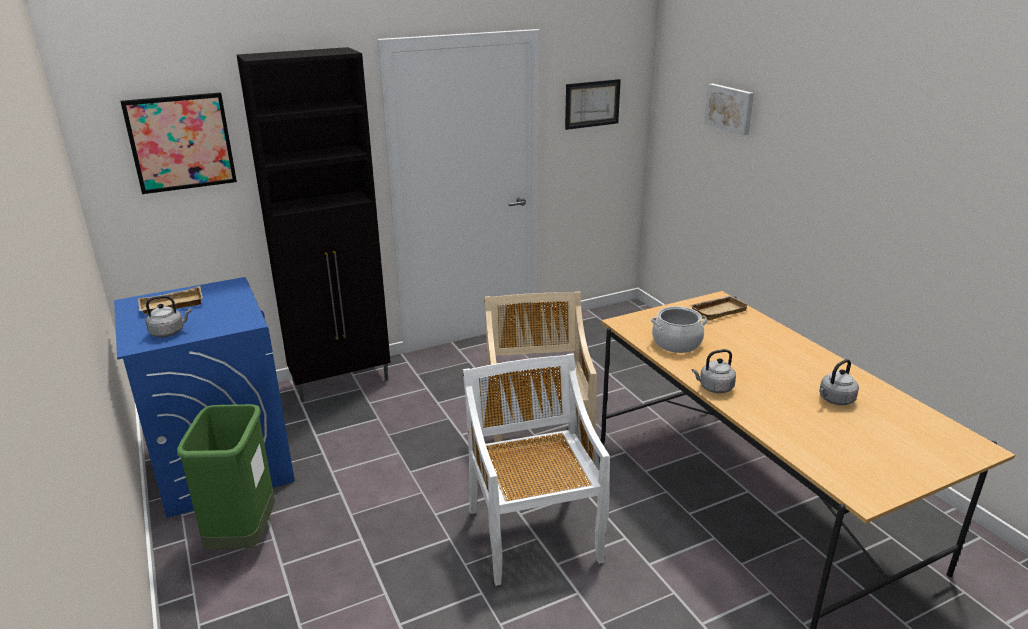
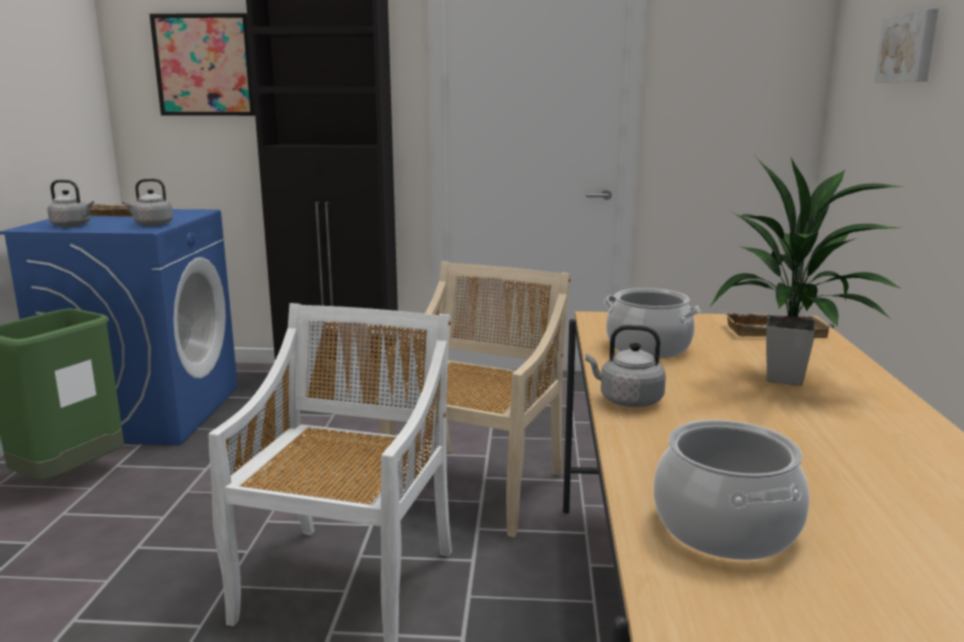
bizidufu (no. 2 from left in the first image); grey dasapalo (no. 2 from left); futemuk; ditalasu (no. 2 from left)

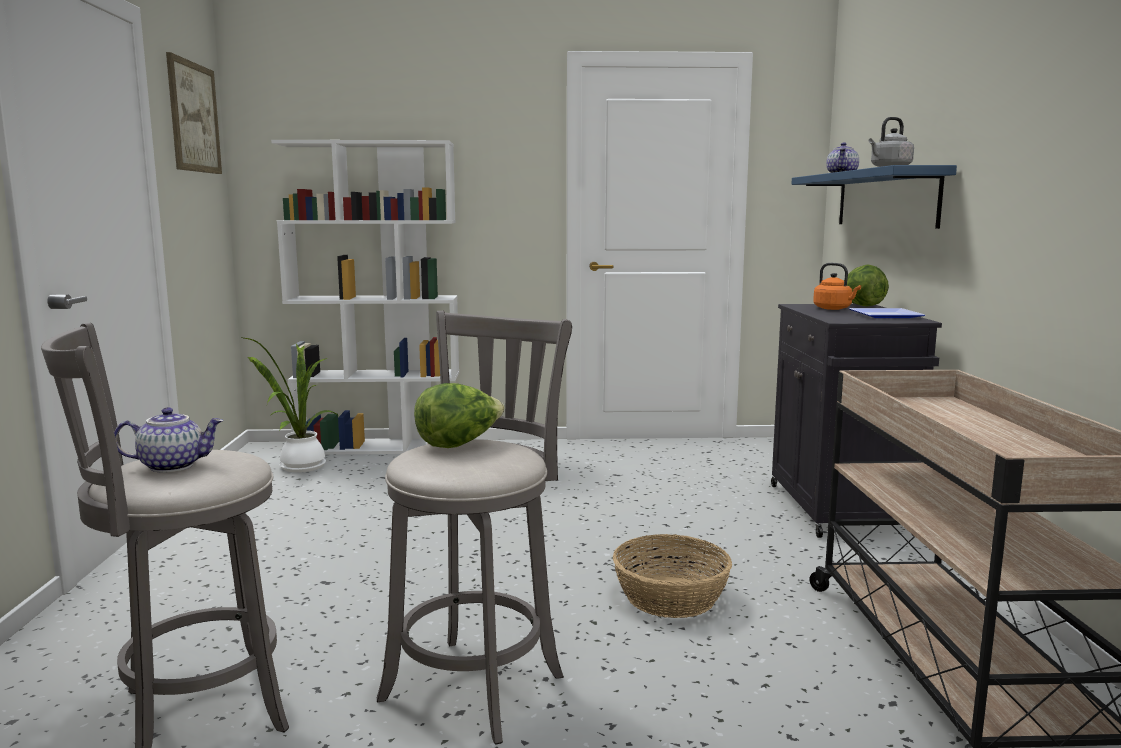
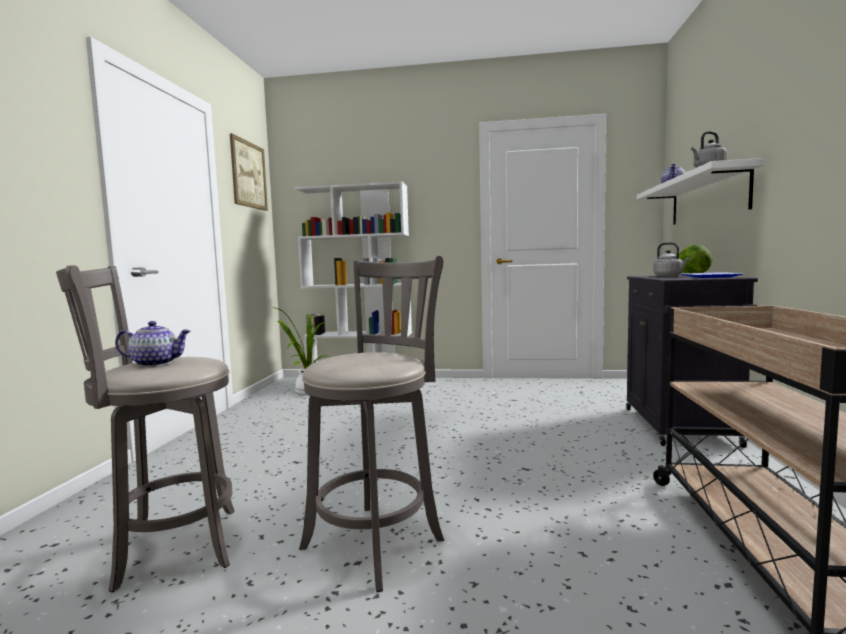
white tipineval; grey dasapalo (no. 1 from left); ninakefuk (no. 1 from left in the first image); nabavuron

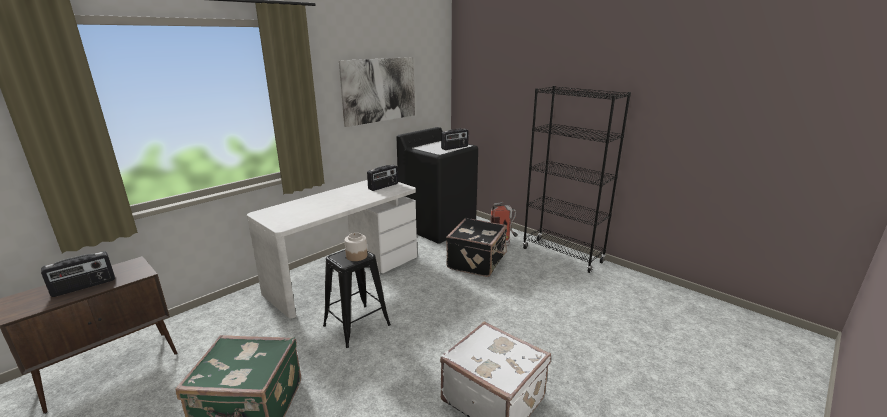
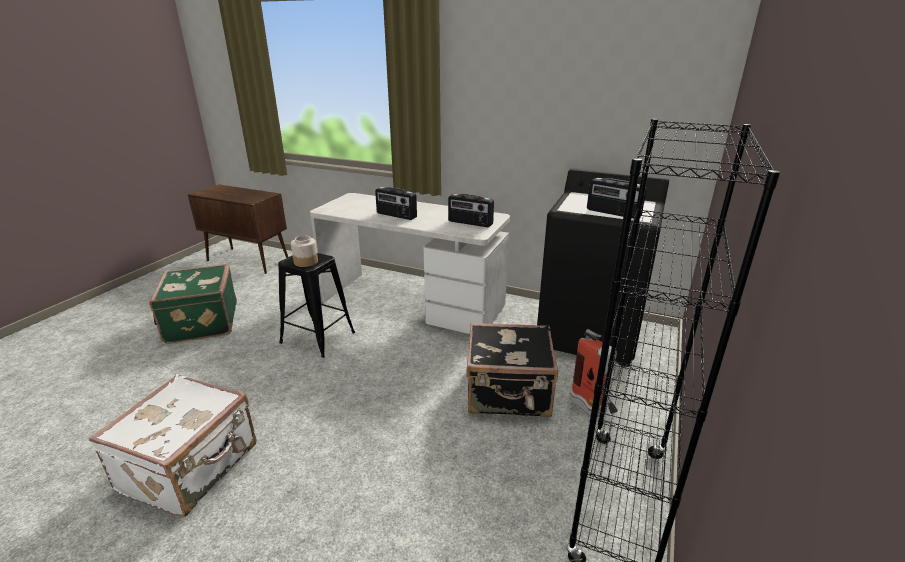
bizidufu; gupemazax (no. 1 from left)

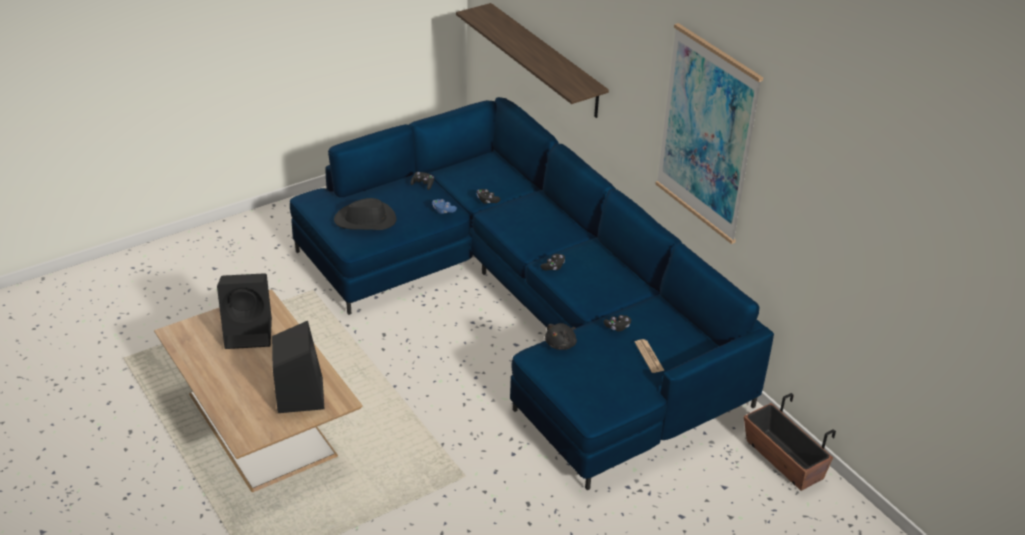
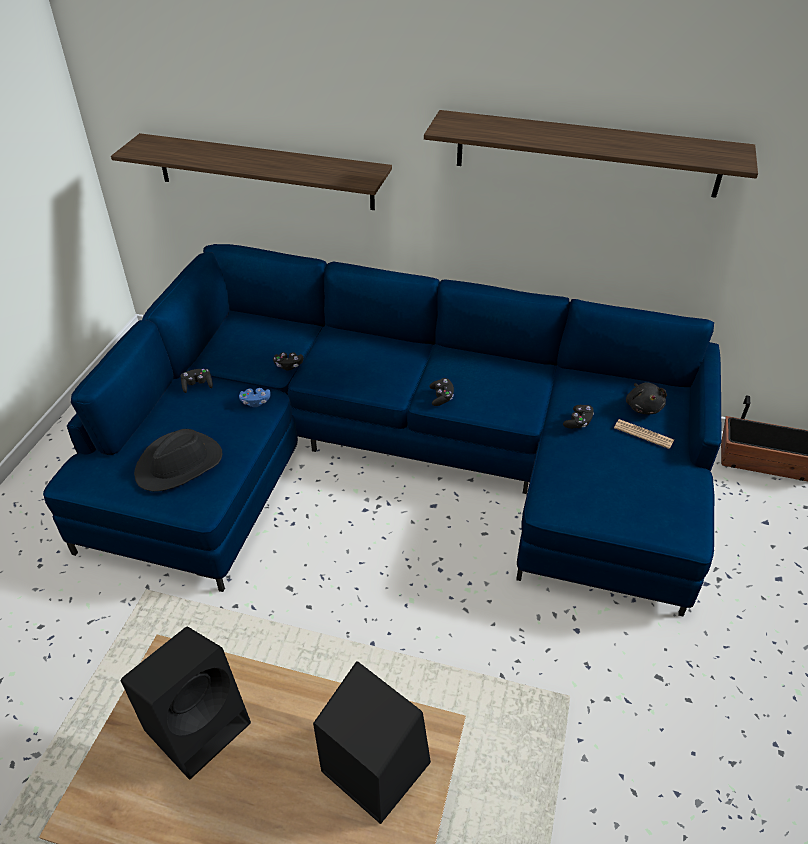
tipineval (no. 2 from left); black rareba

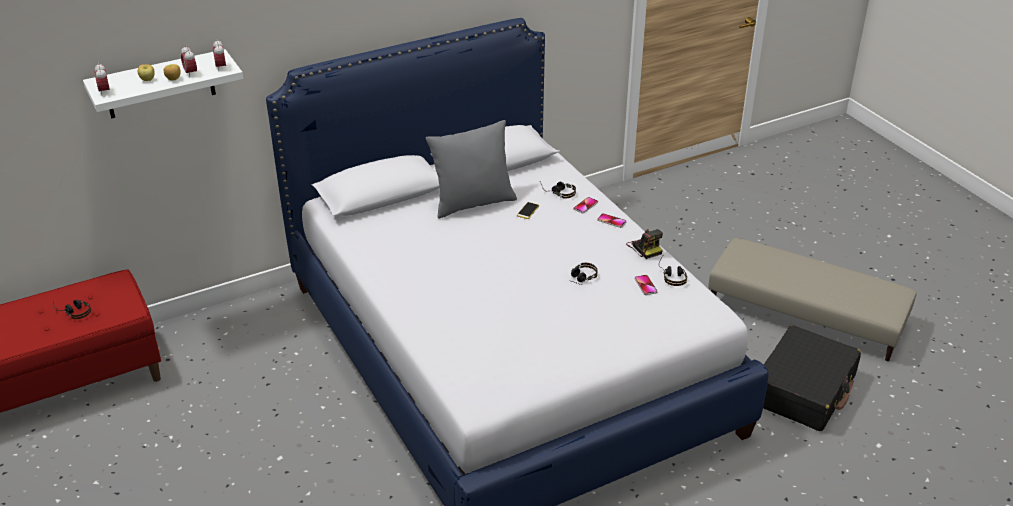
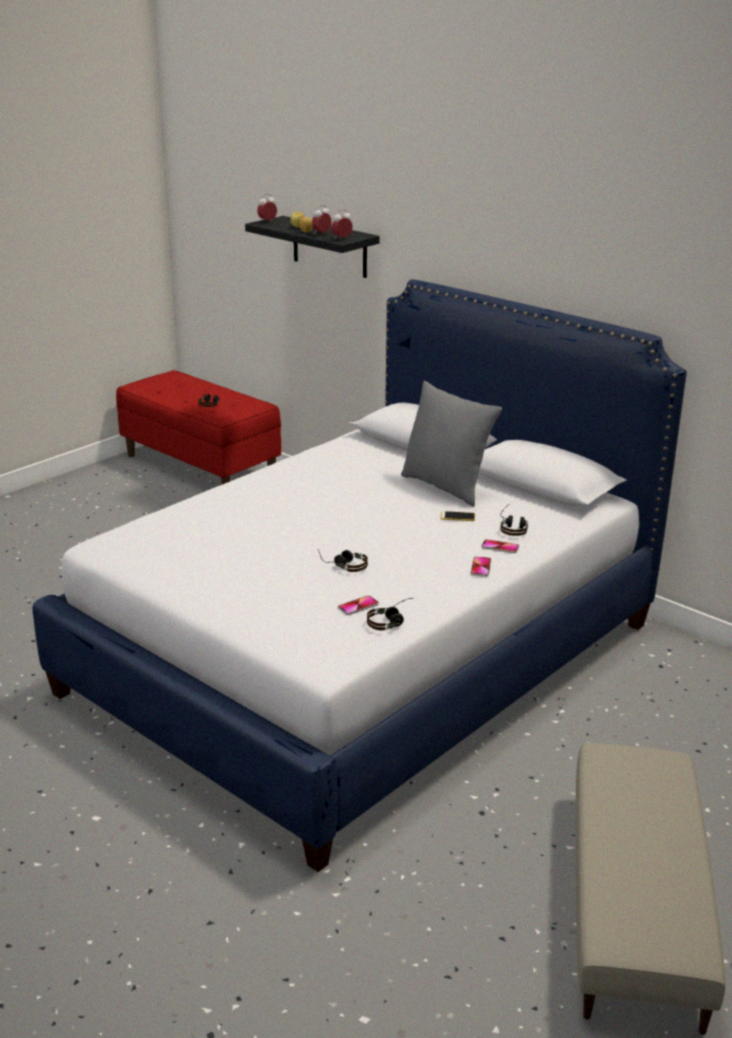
black tipineval; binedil; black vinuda

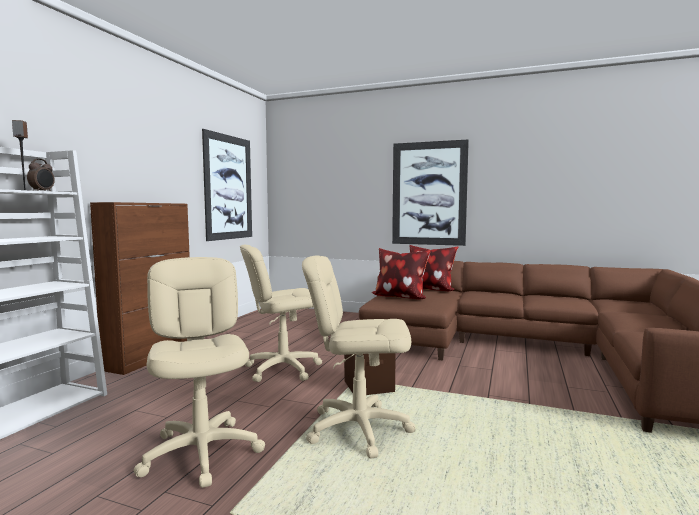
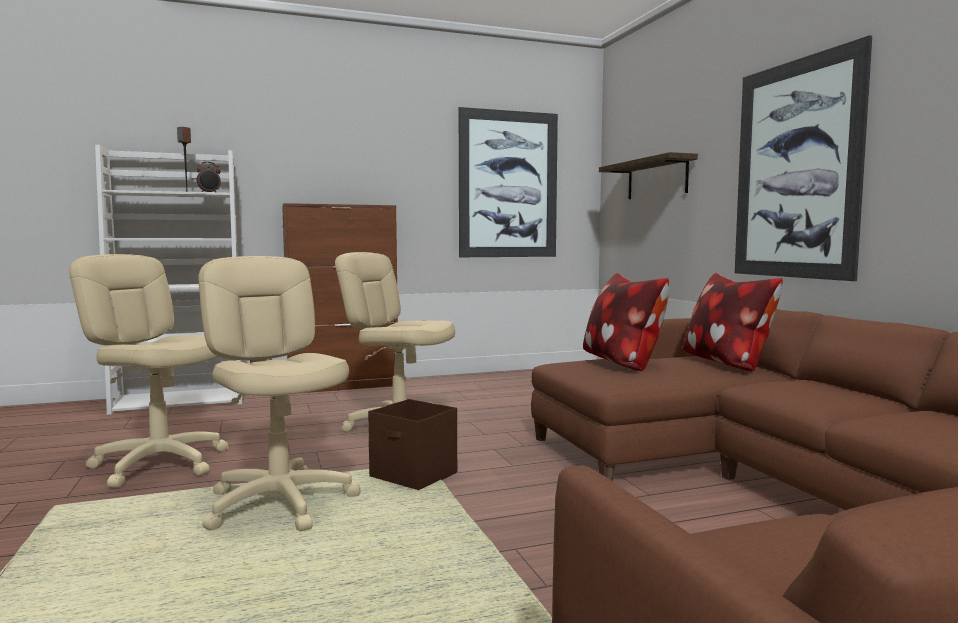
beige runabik (no. 1 from left); tipineval

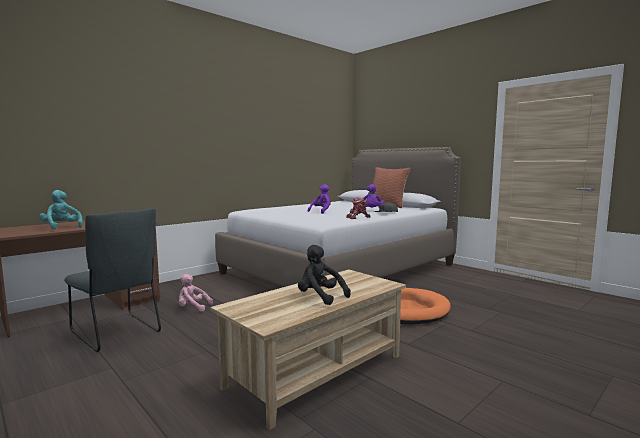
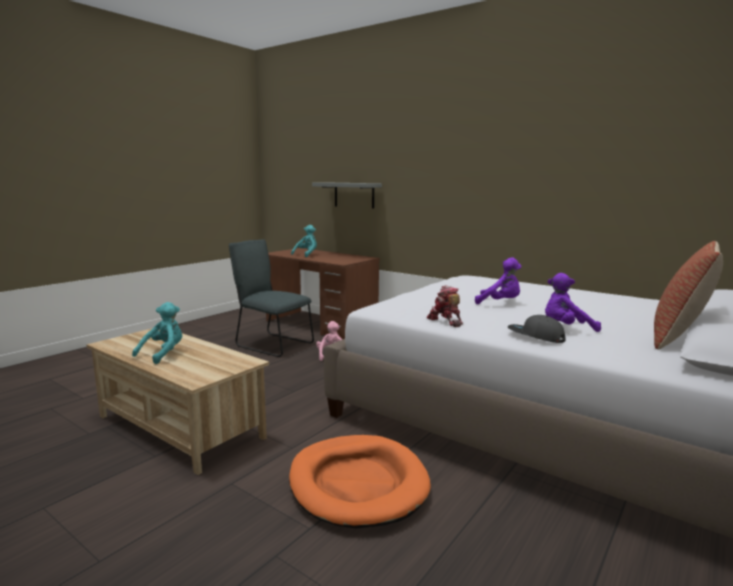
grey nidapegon; turquoise rareba (no. 1 from left); grey tipineval

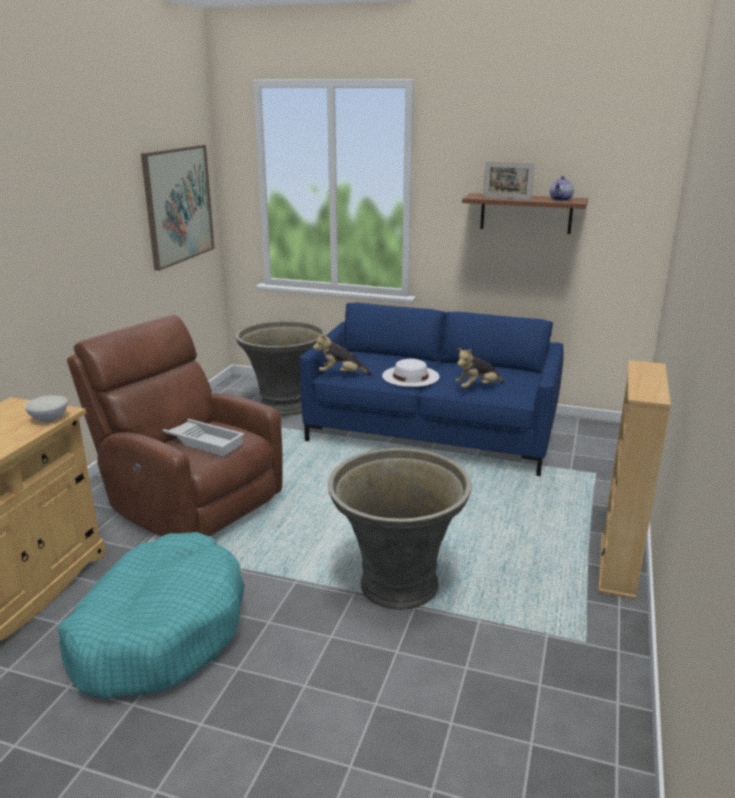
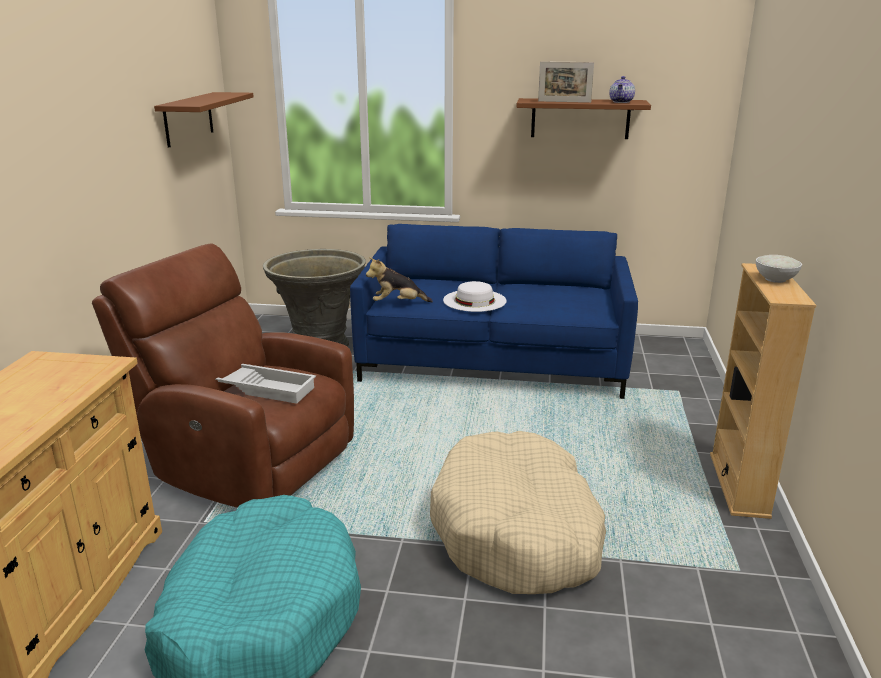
brown tipineval (no. 1 from left); rareba (no. 2 from left in the first image); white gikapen; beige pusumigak

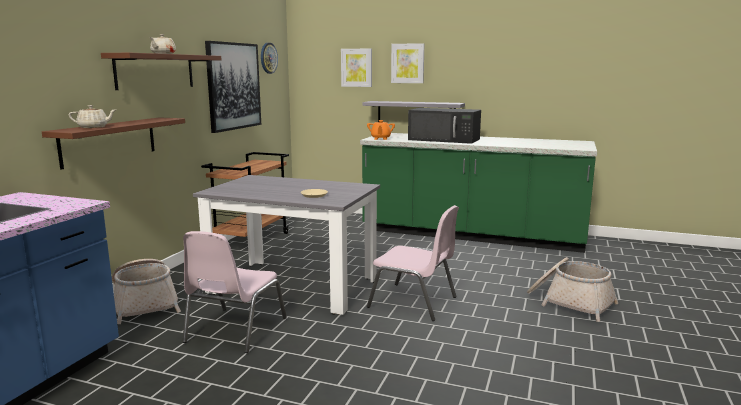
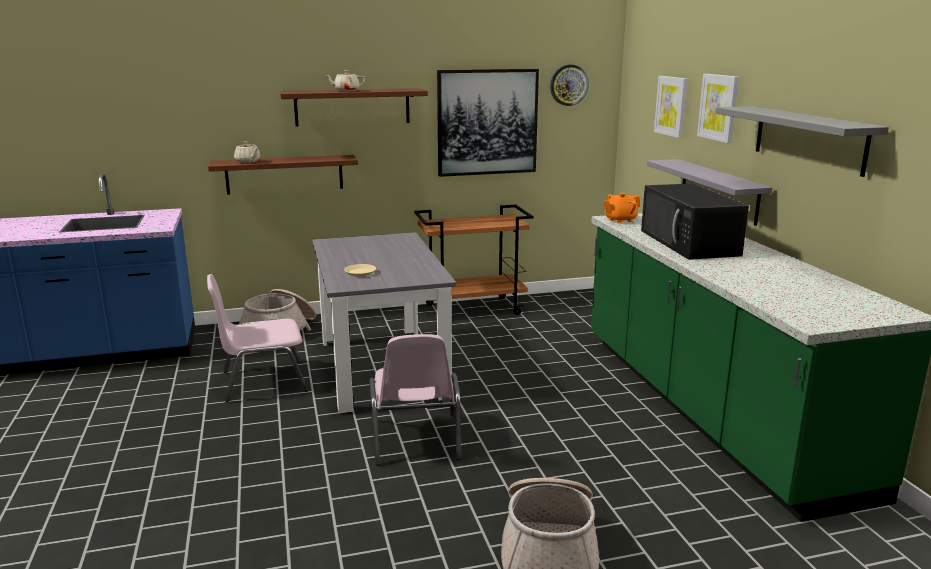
grey tipineval (no. 2 from left)

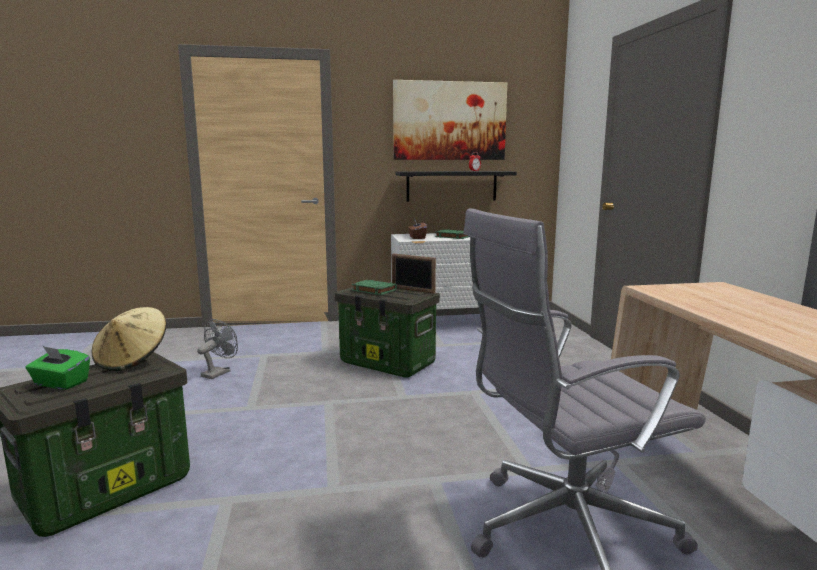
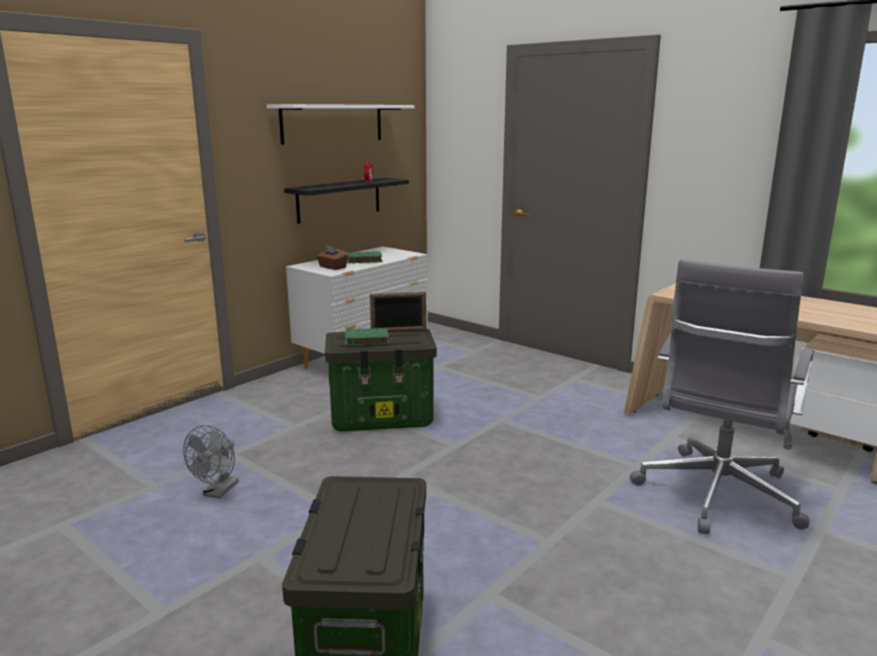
white tipineval; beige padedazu; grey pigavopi; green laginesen

